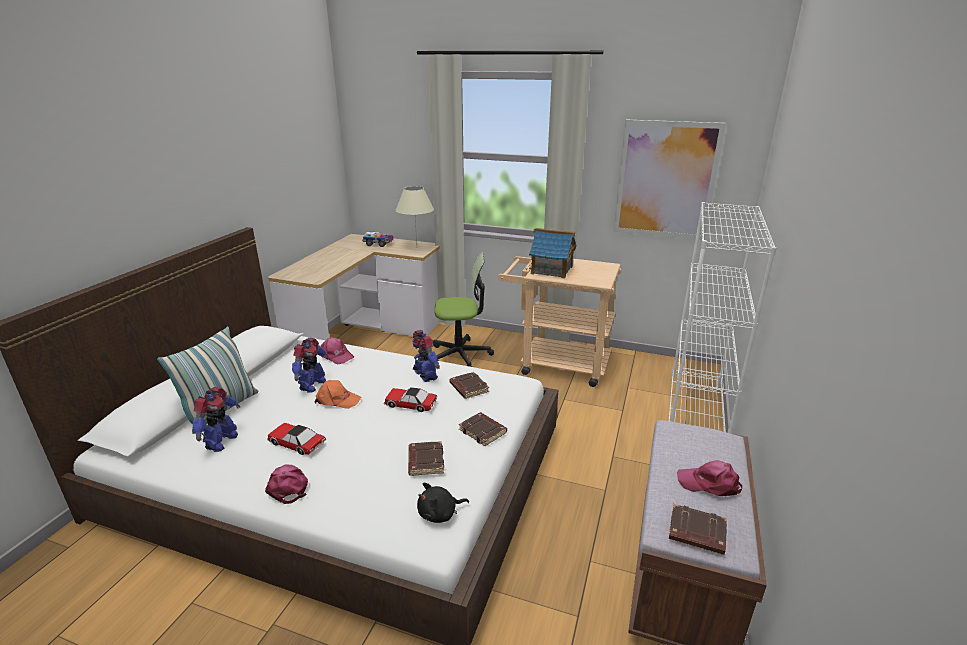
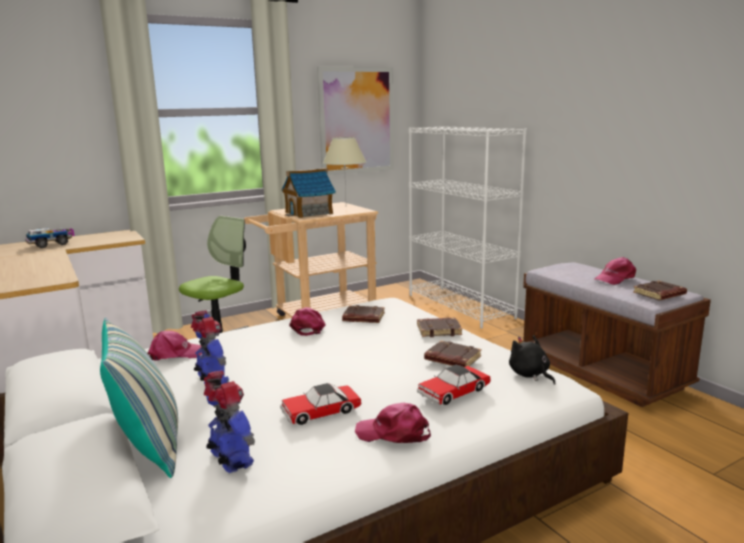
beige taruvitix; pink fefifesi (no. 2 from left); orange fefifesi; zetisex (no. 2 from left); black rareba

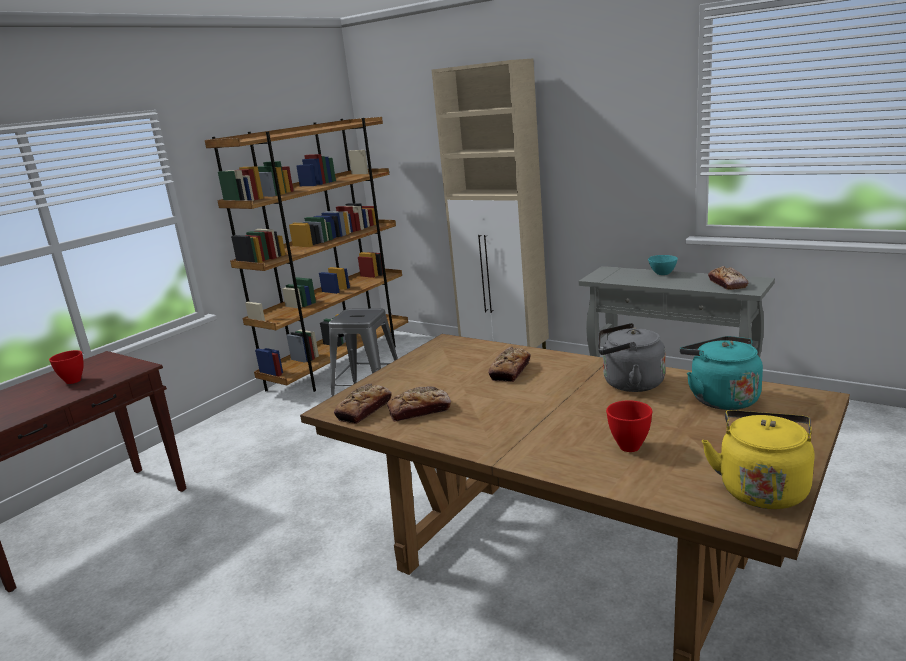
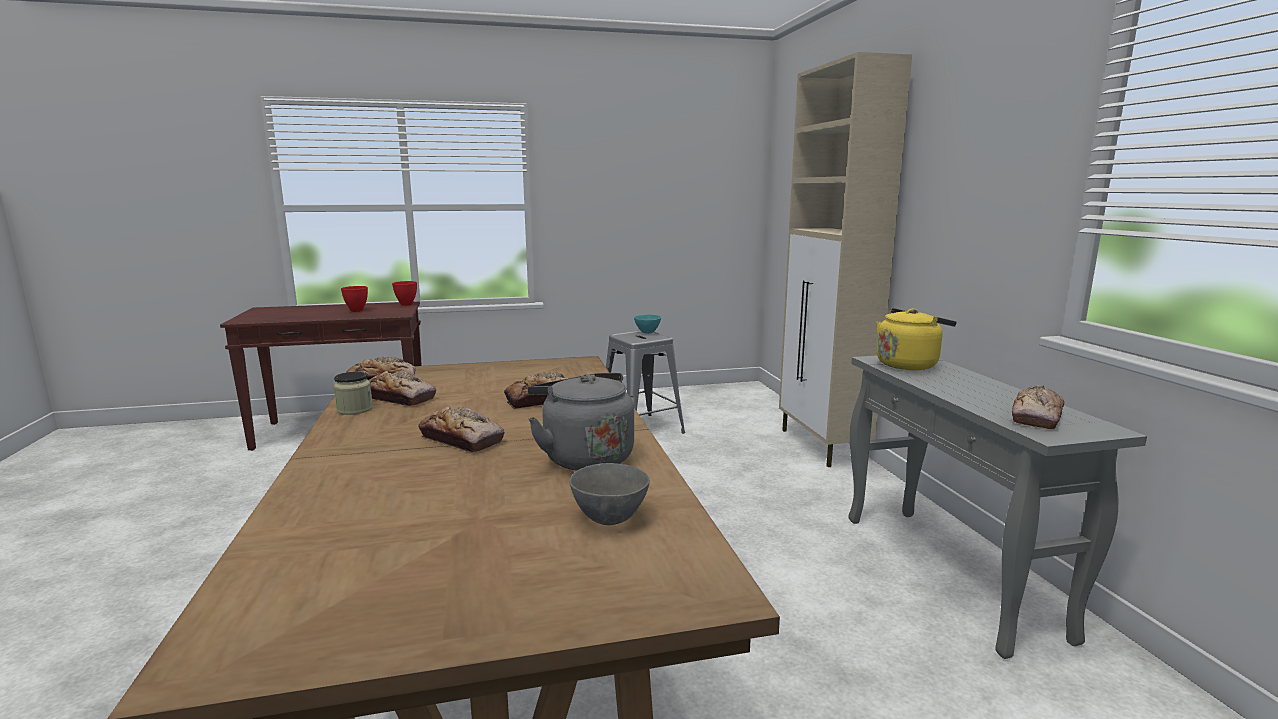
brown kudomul; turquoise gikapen; grey gikapen; red gikapen (no. 2 from left); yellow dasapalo; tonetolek; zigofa (no. 3 from left)

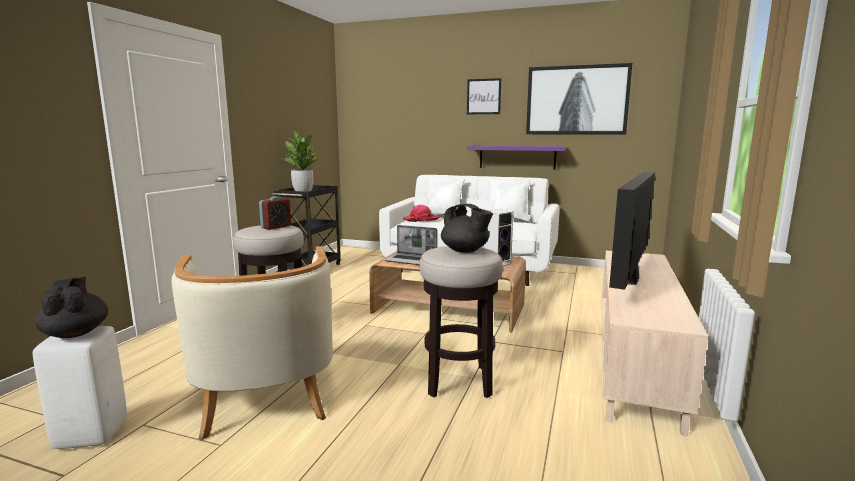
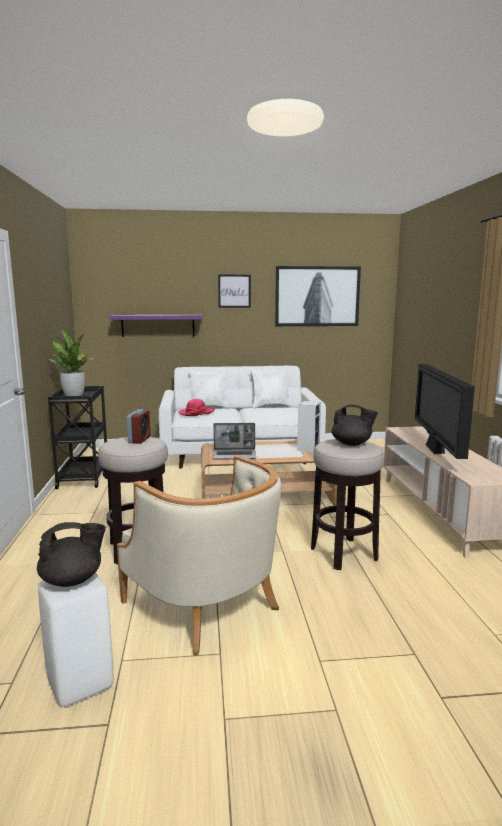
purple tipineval; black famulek (no. 1 from left)

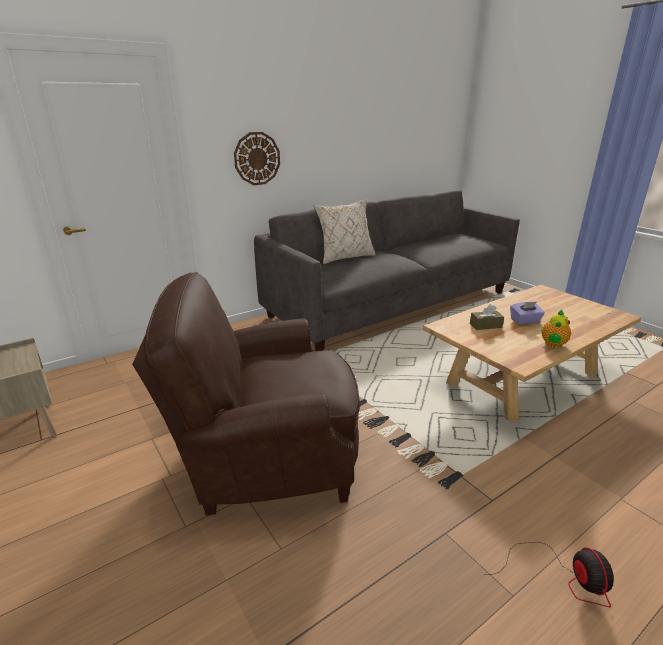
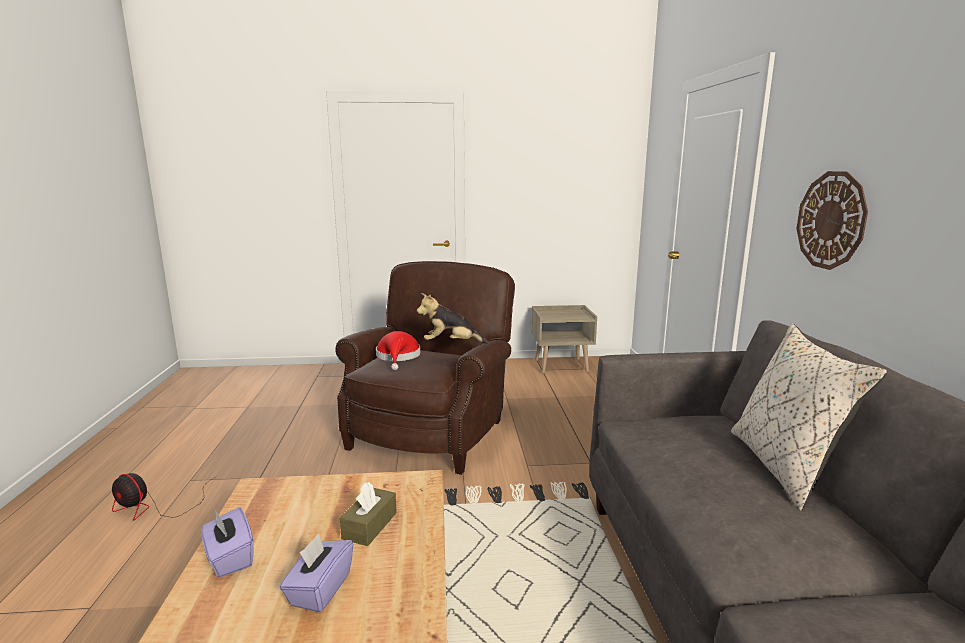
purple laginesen (no. 1 from left); rareba; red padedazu

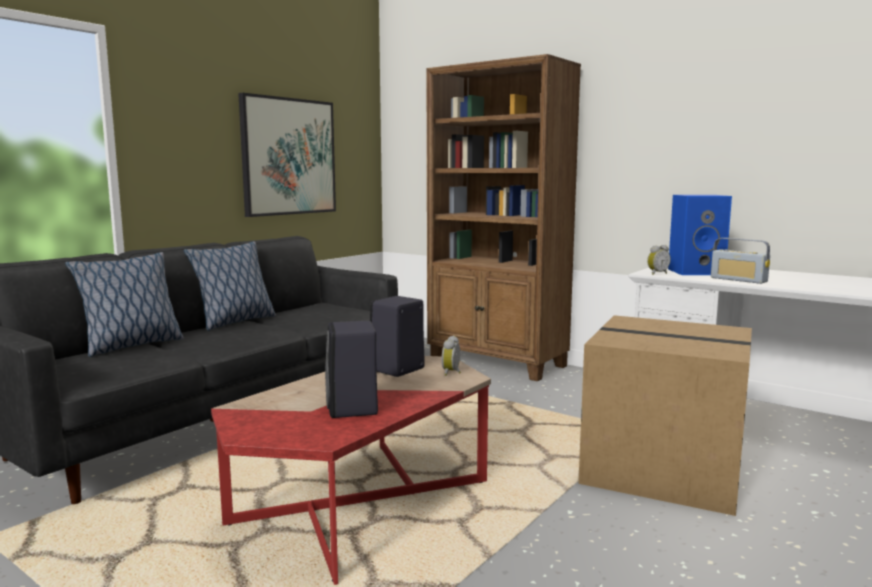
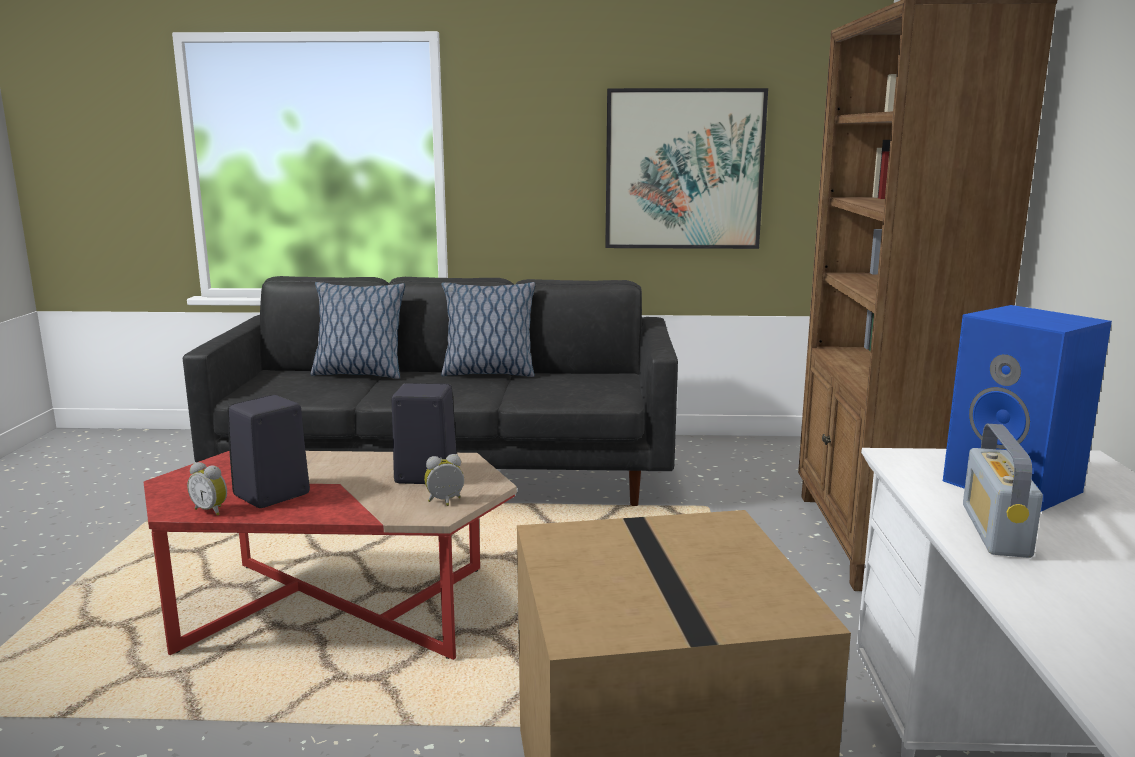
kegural (no. 1 from left)

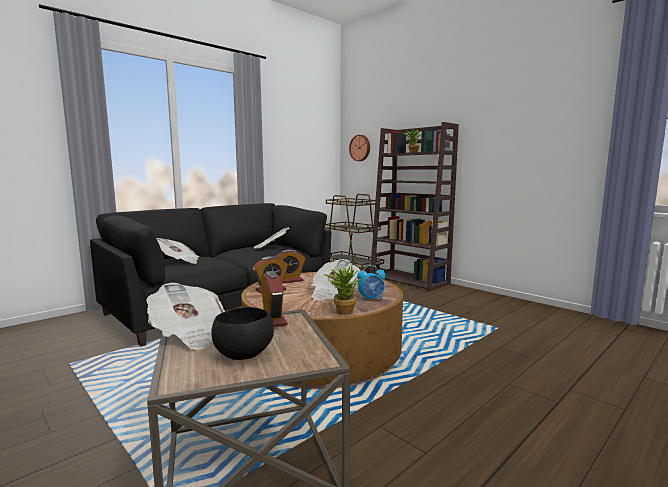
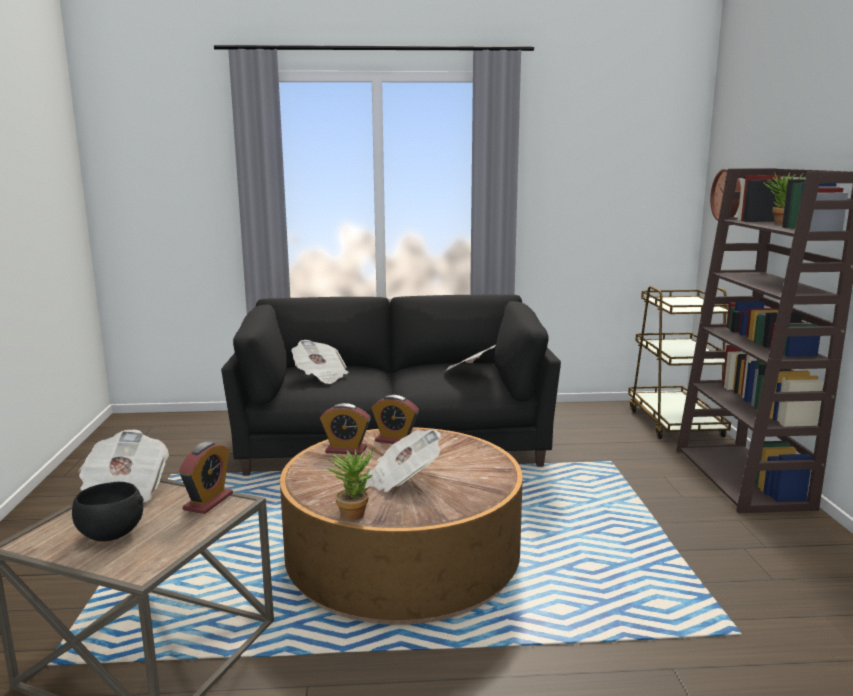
kegural (no. 4 from left in the first image)

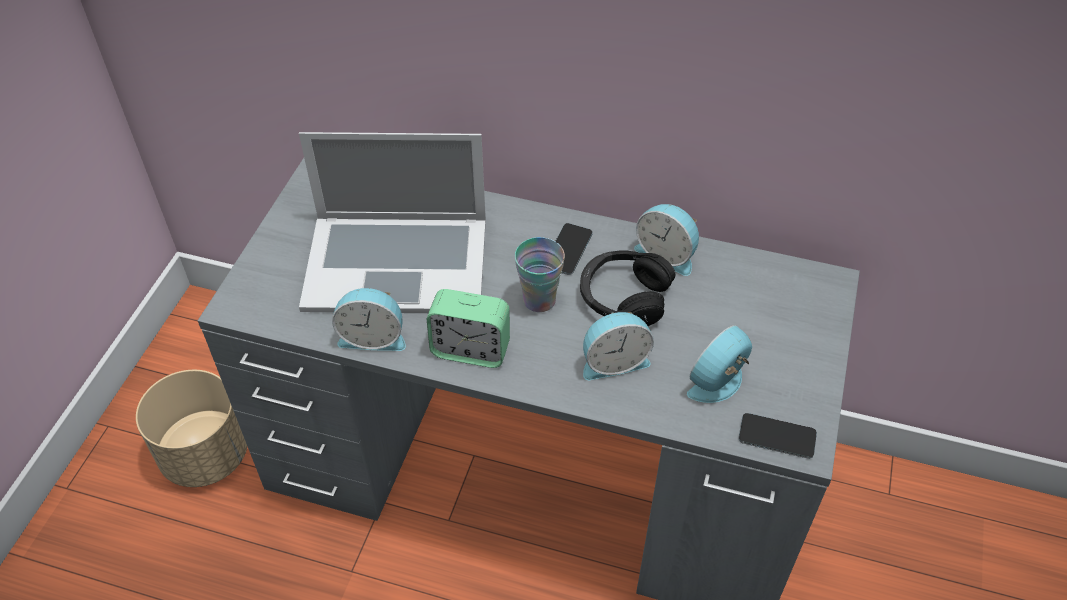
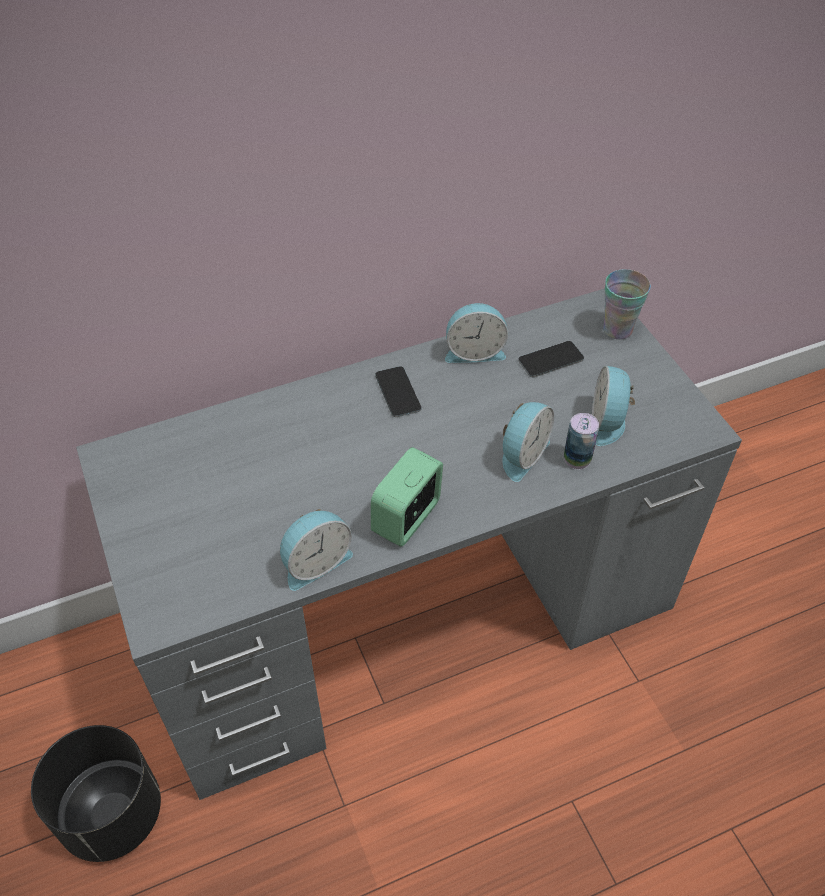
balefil; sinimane; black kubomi; kegural (no. 2 from left); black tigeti; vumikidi (no. 2 from left); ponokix

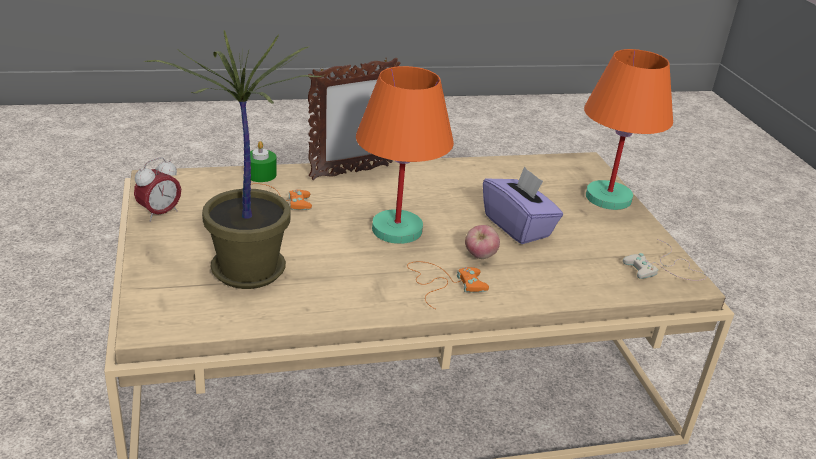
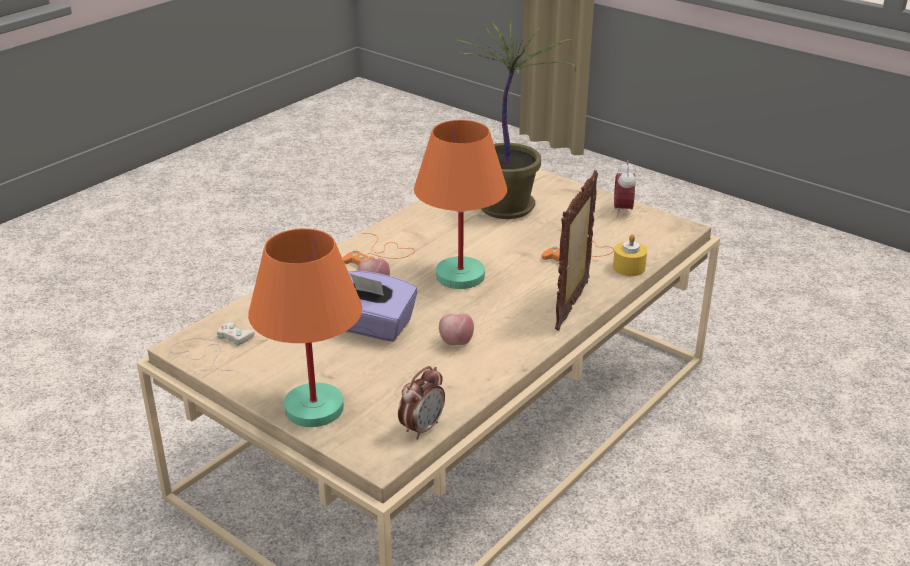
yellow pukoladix; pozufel (no. 2 from left); kegural (no. 1 from left)

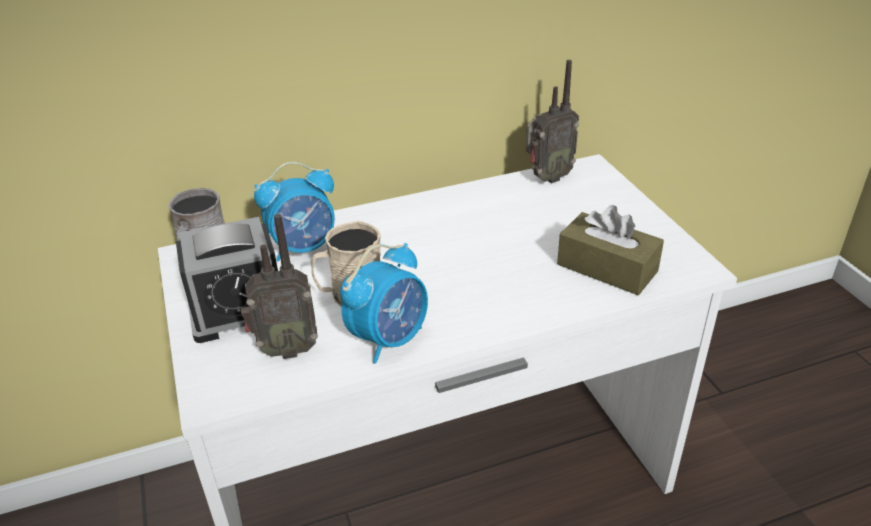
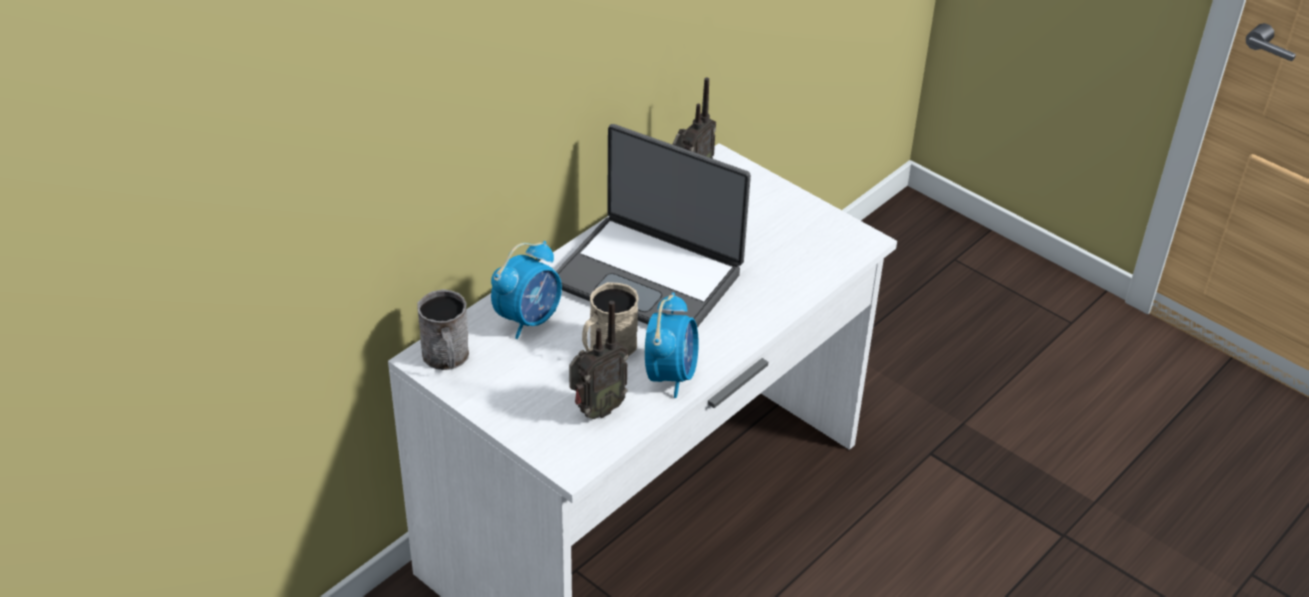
brown laginesen; kegural (no. 1 from left in the first image); balefil

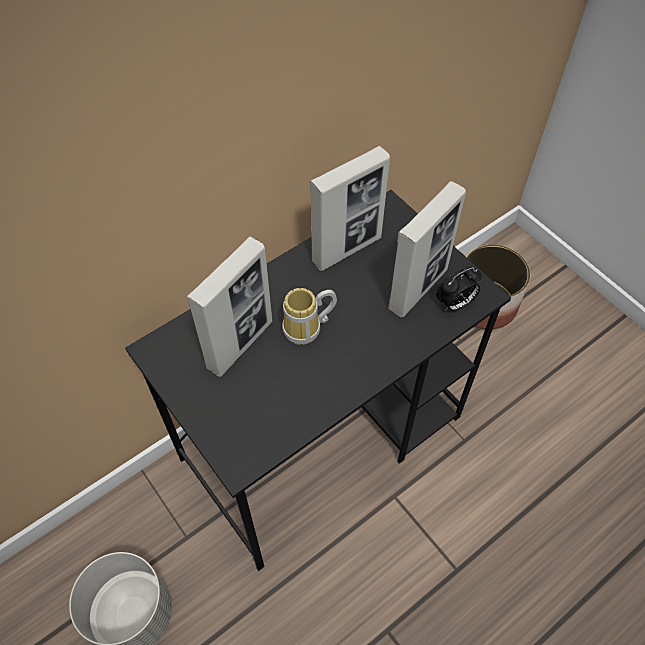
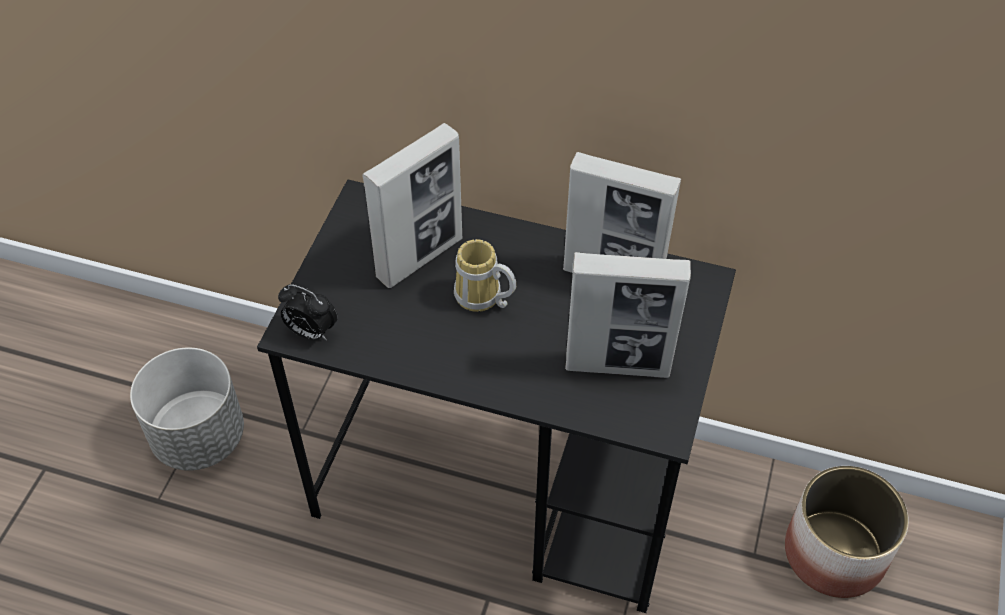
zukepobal (no. 1 from left); kegural

